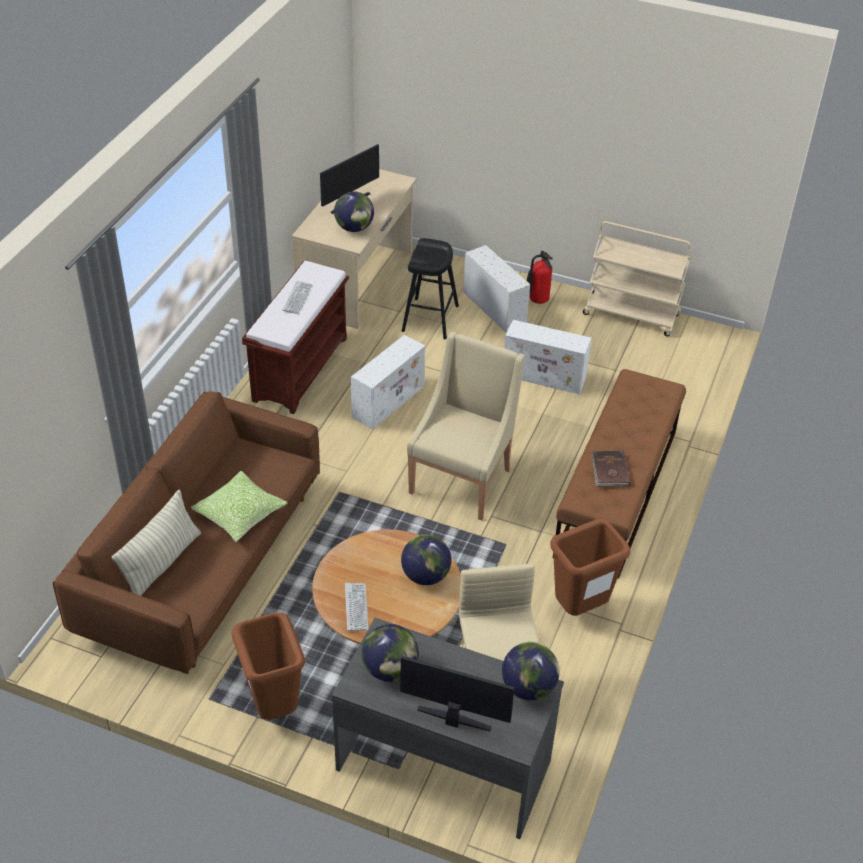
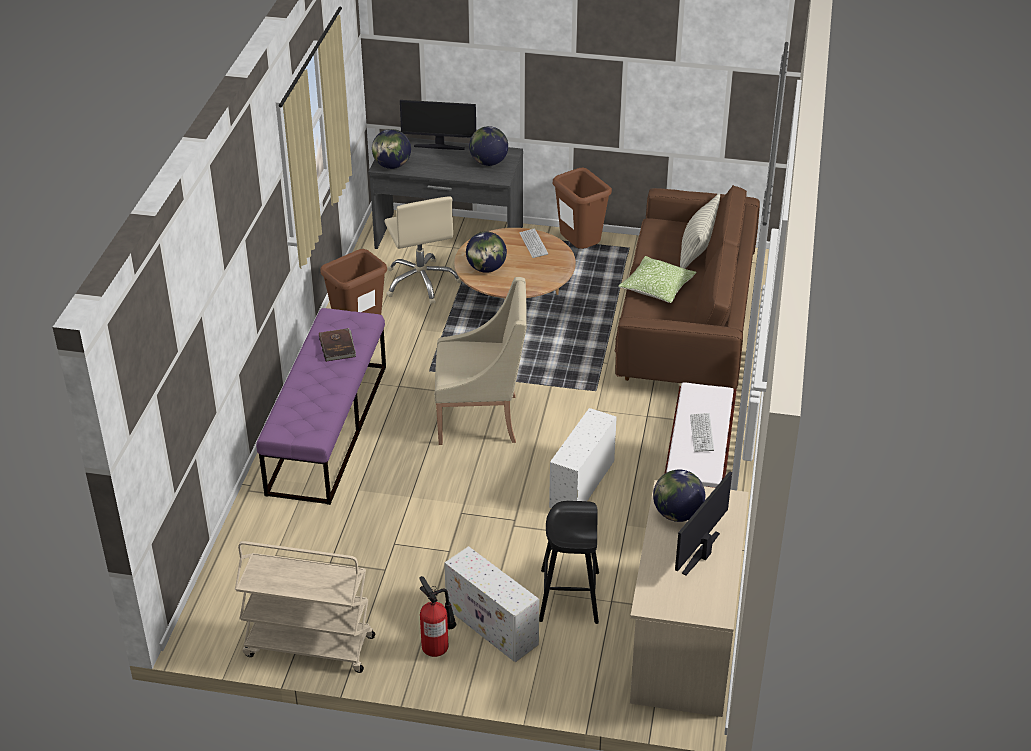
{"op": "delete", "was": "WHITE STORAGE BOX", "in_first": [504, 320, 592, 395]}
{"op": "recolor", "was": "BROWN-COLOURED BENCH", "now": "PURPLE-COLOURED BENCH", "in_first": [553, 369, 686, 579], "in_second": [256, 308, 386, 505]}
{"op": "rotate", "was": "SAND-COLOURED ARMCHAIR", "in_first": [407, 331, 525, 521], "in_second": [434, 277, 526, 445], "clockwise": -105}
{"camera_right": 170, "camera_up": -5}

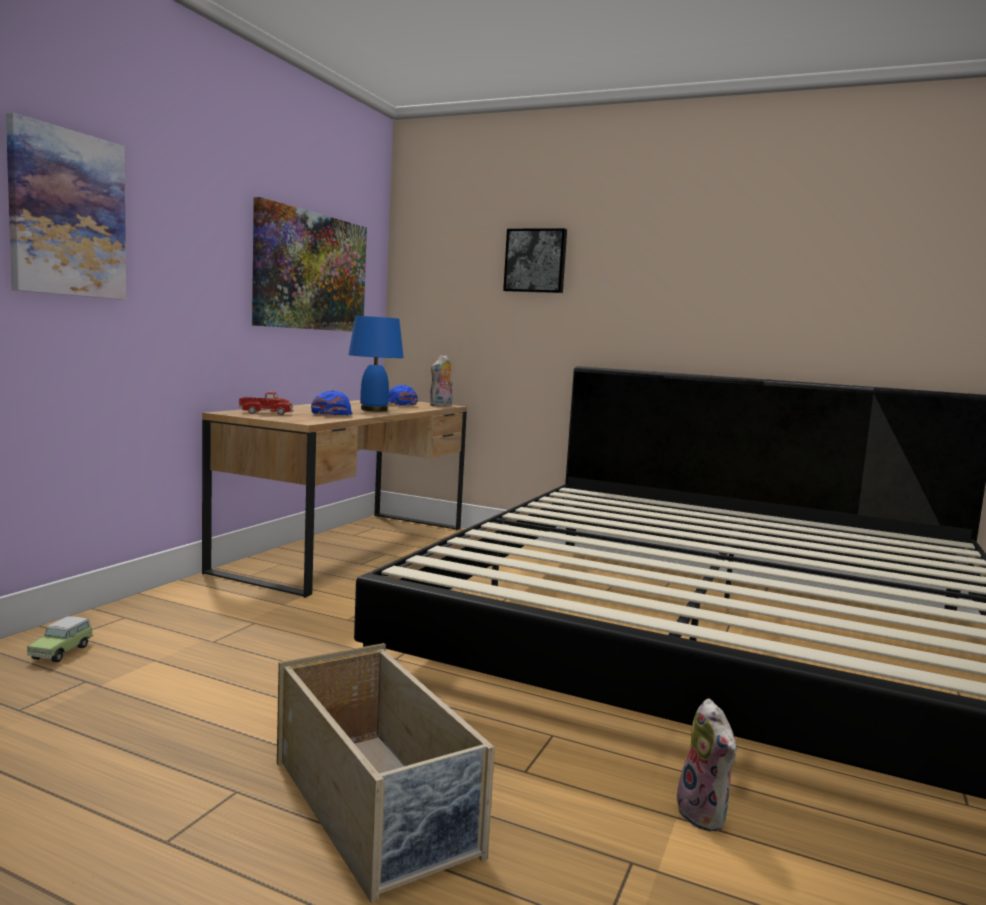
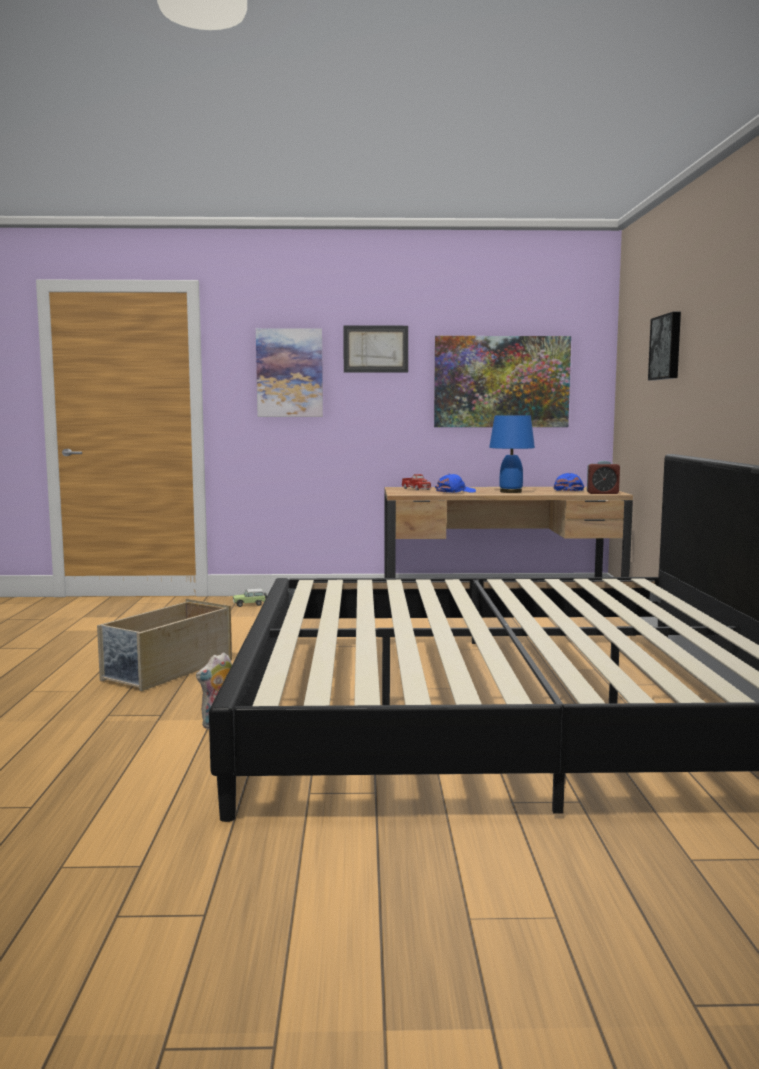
{"op": "insert", "now": "PICTURE", "in_second": [343, 325, 408, 373]}
{"op": "replace", "was": "CUDDLY TOY", "now": "TABLE CLOCK", "in_first": [430, 355, 453, 407], "in_second": [587, 461, 620, 494]}
{"camera_right": 65, "camera_up": 0}

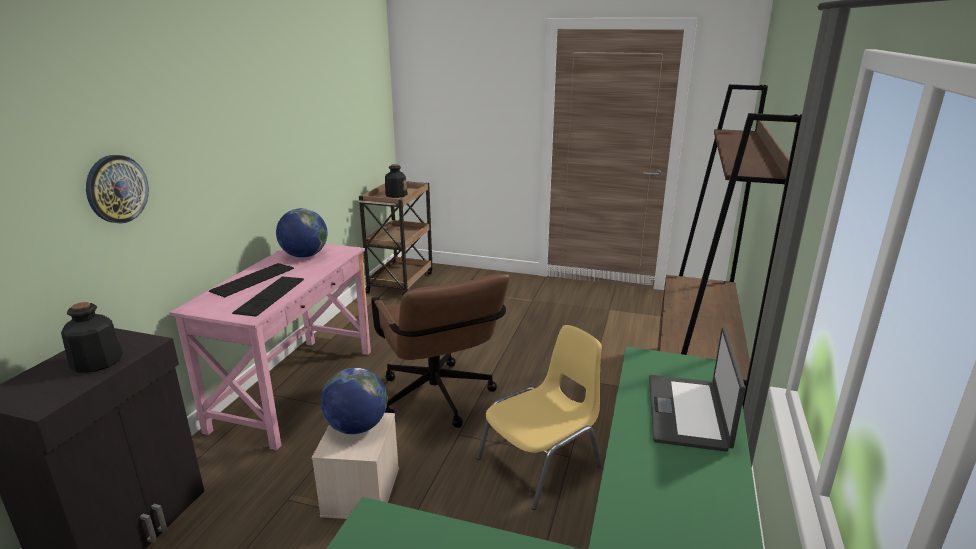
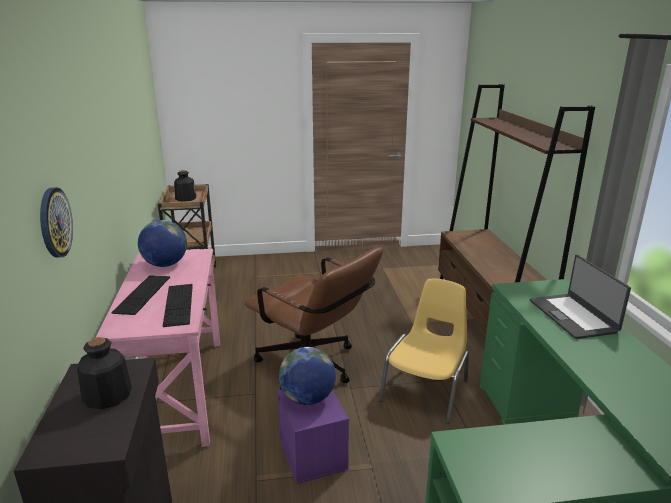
{"op": "recolor", "was": "SAND-COLOURED STORAGE BOX", "now": "PURPLE-COLOURED STORAGE BOX", "in_first": [312, 413, 399, 519], "in_second": [277, 390, 349, 484]}
{"camera_right": -25, "camera_up": 0}

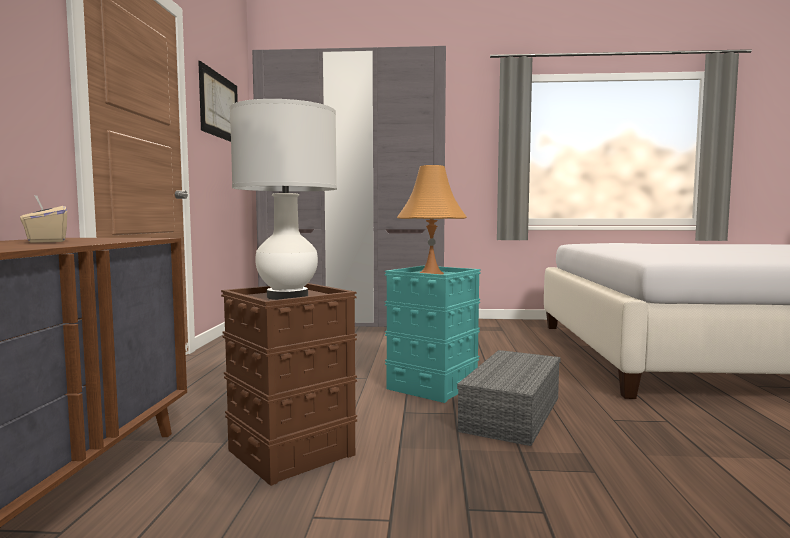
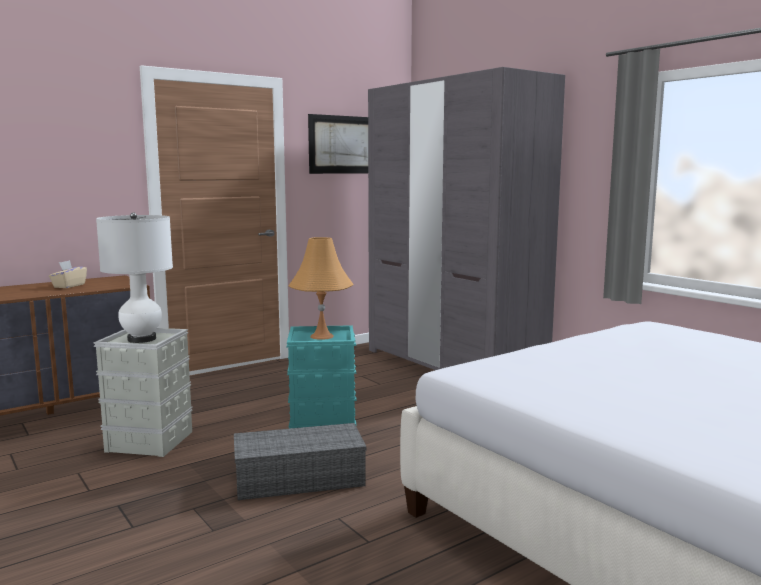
{"op": "recolor", "was": "BROWN-COLOURED STORAGE BOX", "now": "GREY STORAGE BOX", "in_first": [221, 283, 357, 486], "in_second": [94, 328, 193, 457]}
{"camera_right": 50, "camera_up": 5}

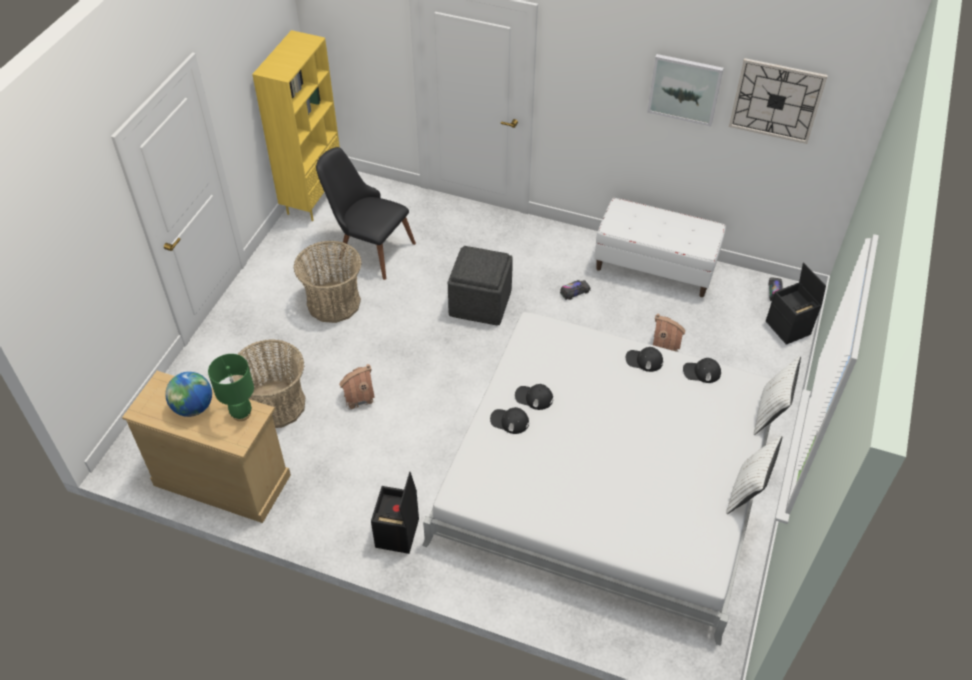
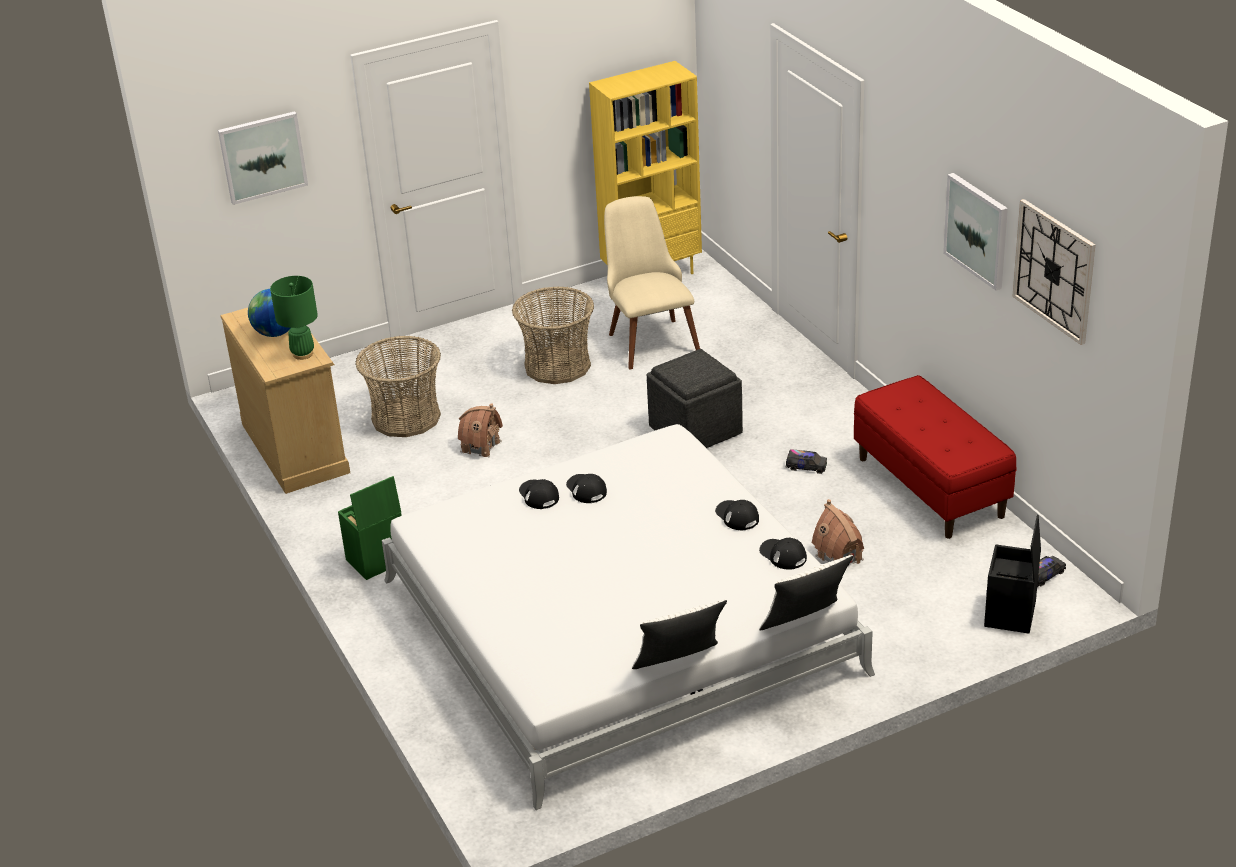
{"op": "insert", "now": "PICTURE", "in_second": [218, 111, 308, 205]}
{"op": "recolor", "was": "BLACK UPRIGHT CHAIR", "now": "SAND-COLOURED UPRIGHT CHAIR", "in_first": [316, 147, 416, 280], "in_second": [604, 196, 700, 370]}
{"op": "recolor", "was": "BLACK STORAGE BOX", "now": "GREENISH STORAGE BOX", "in_first": [371, 472, 419, 554], "in_second": [338, 476, 402, 580]}
{"op": "recolor", "was": "WHITE BENCH", "now": "RED-COLOURED BENCH", "in_first": [594, 198, 726, 297], "in_second": [854, 375, 1016, 539]}
{"camera_right": 45, "camera_up": -15}

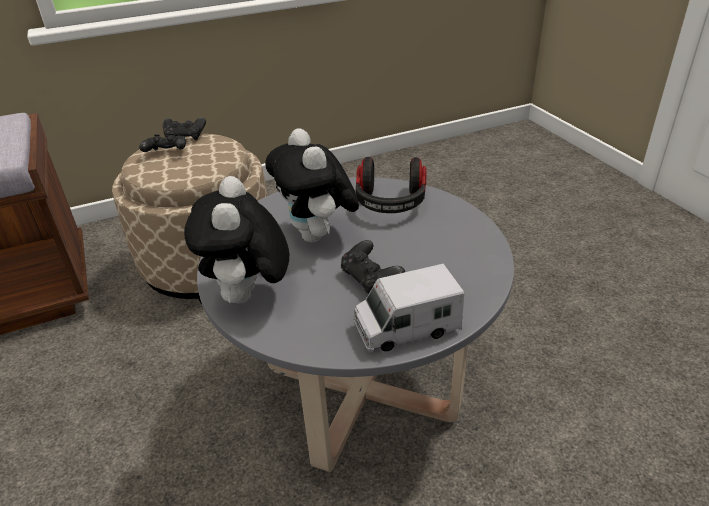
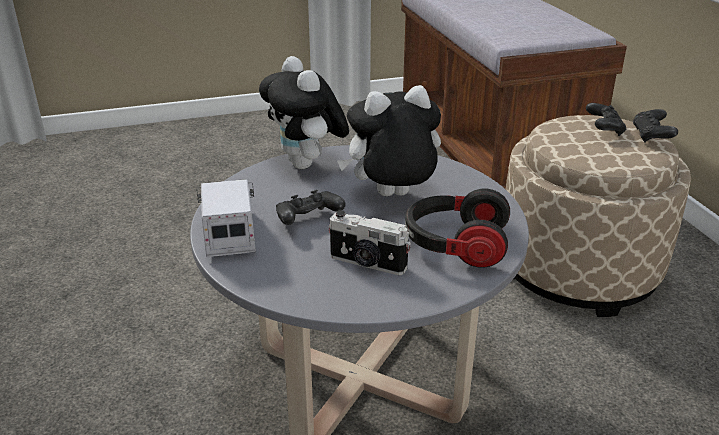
{"op": "insert", "now": "PHOTO CAMERA", "in_second": [328, 210, 411, 275]}
{"op": "rotate", "was": "CUDDLY TOY", "in_first": [184, 176, 289, 306], "in_second": [259, 56, 349, 169], "clockwise": -120}
{"camera_right": 95, "camera_up": -5}

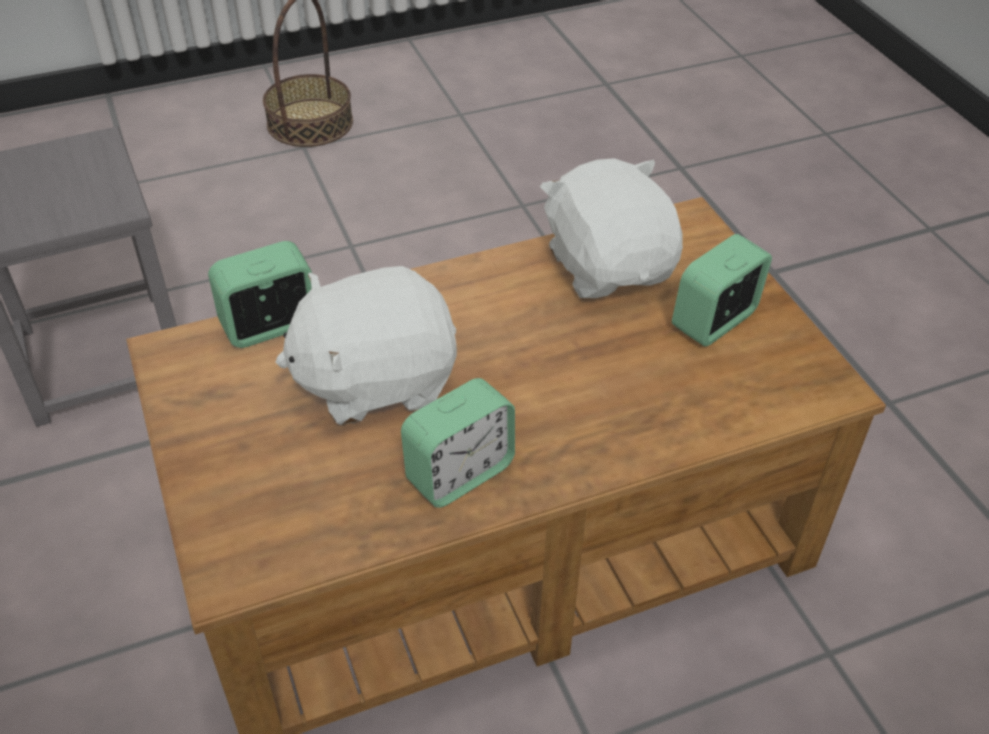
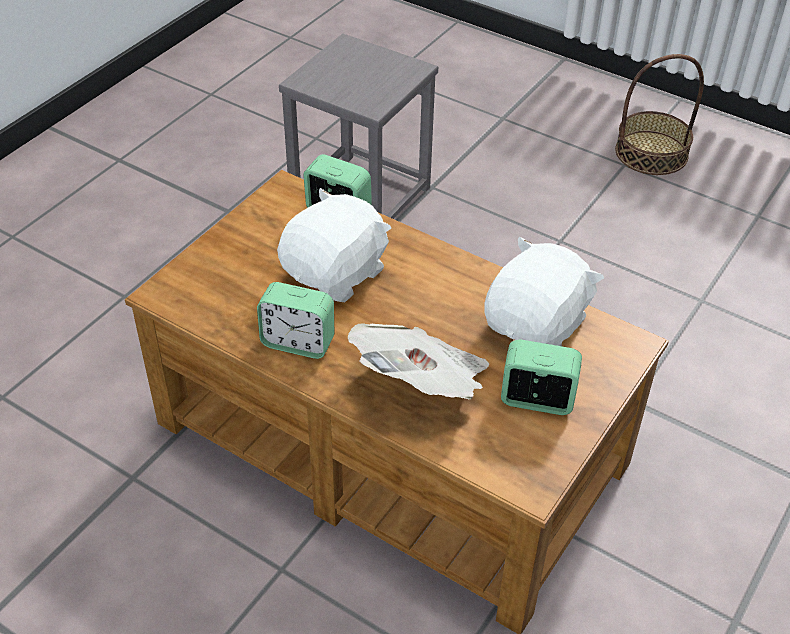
{"op": "insert", "now": "NEWSPAPER", "in_second": [348, 324, 489, 400]}
{"op": "rotate", "was": "WHITE CUDDLY TOY", "in_first": [276, 266, 457, 425], "in_second": [277, 188, 391, 302], "clockwise": 90}
{"camera_right": 55, "camera_up": 0}

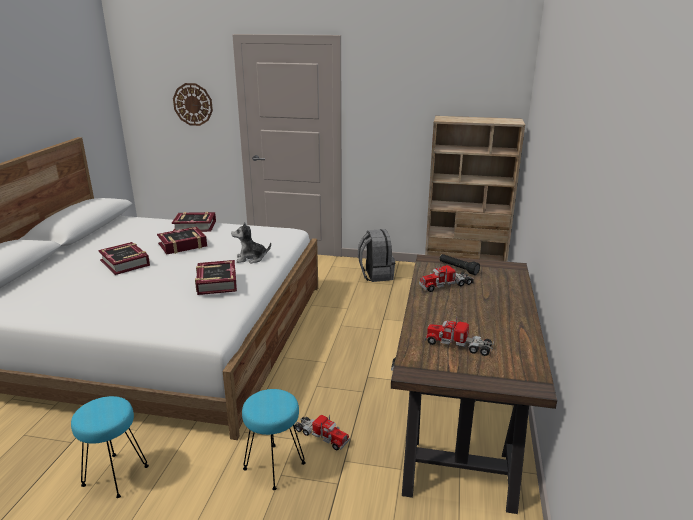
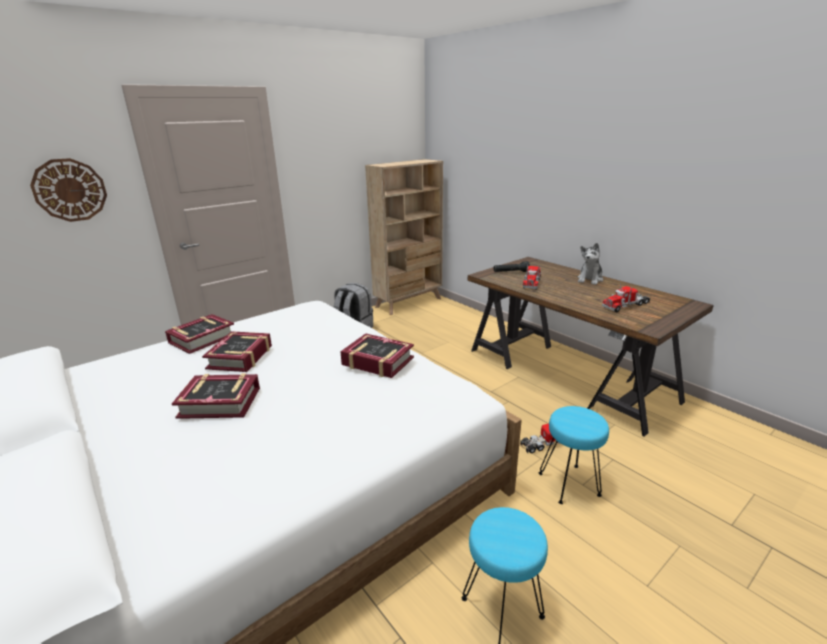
{"op": "move", "was": "CUDDLY TOY", "in_first": [231, 223, 271, 264], "in_second": [578, 243, 603, 285]}
{"camera_right": -50, "camera_up": 0}

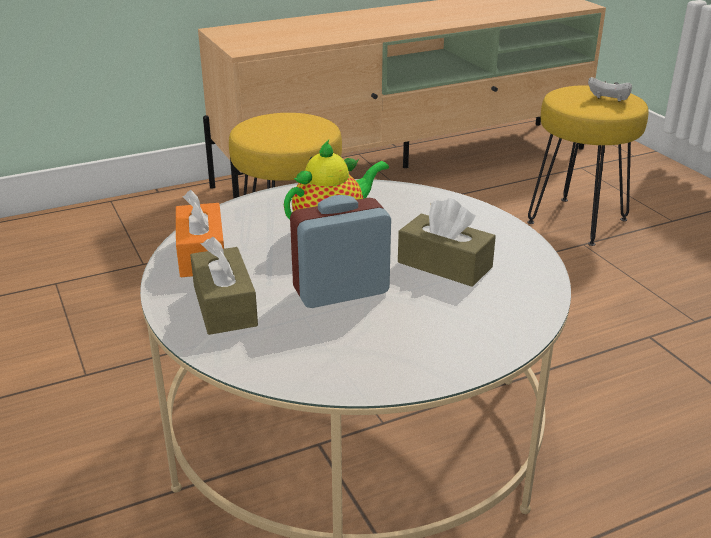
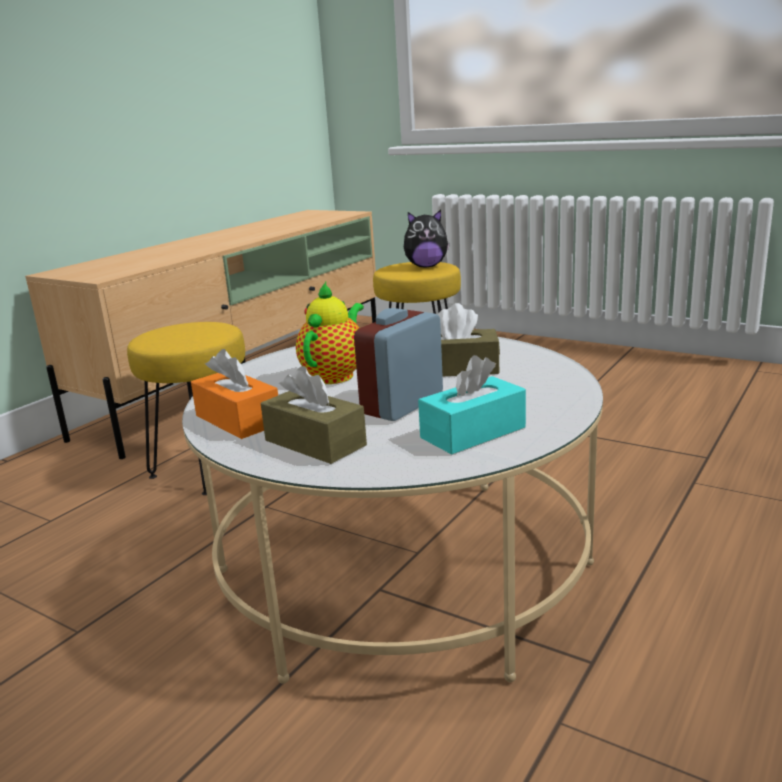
{"op": "insert", "now": "TURQUOISE TISSUE BOX", "in_second": [418, 355, 526, 454]}
{"op": "replace", "was": "WHITE GAME CONTROLLER", "now": "CUDDLY TOY", "in_first": [588, 77, 632, 102], "in_second": [404, 210, 450, 267]}
{"camera_right": -30, "camera_up": -10}

